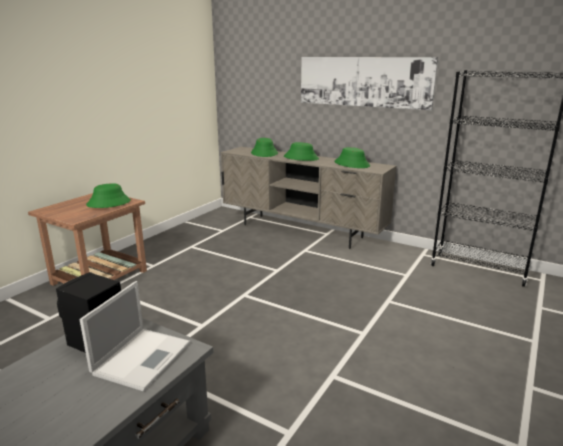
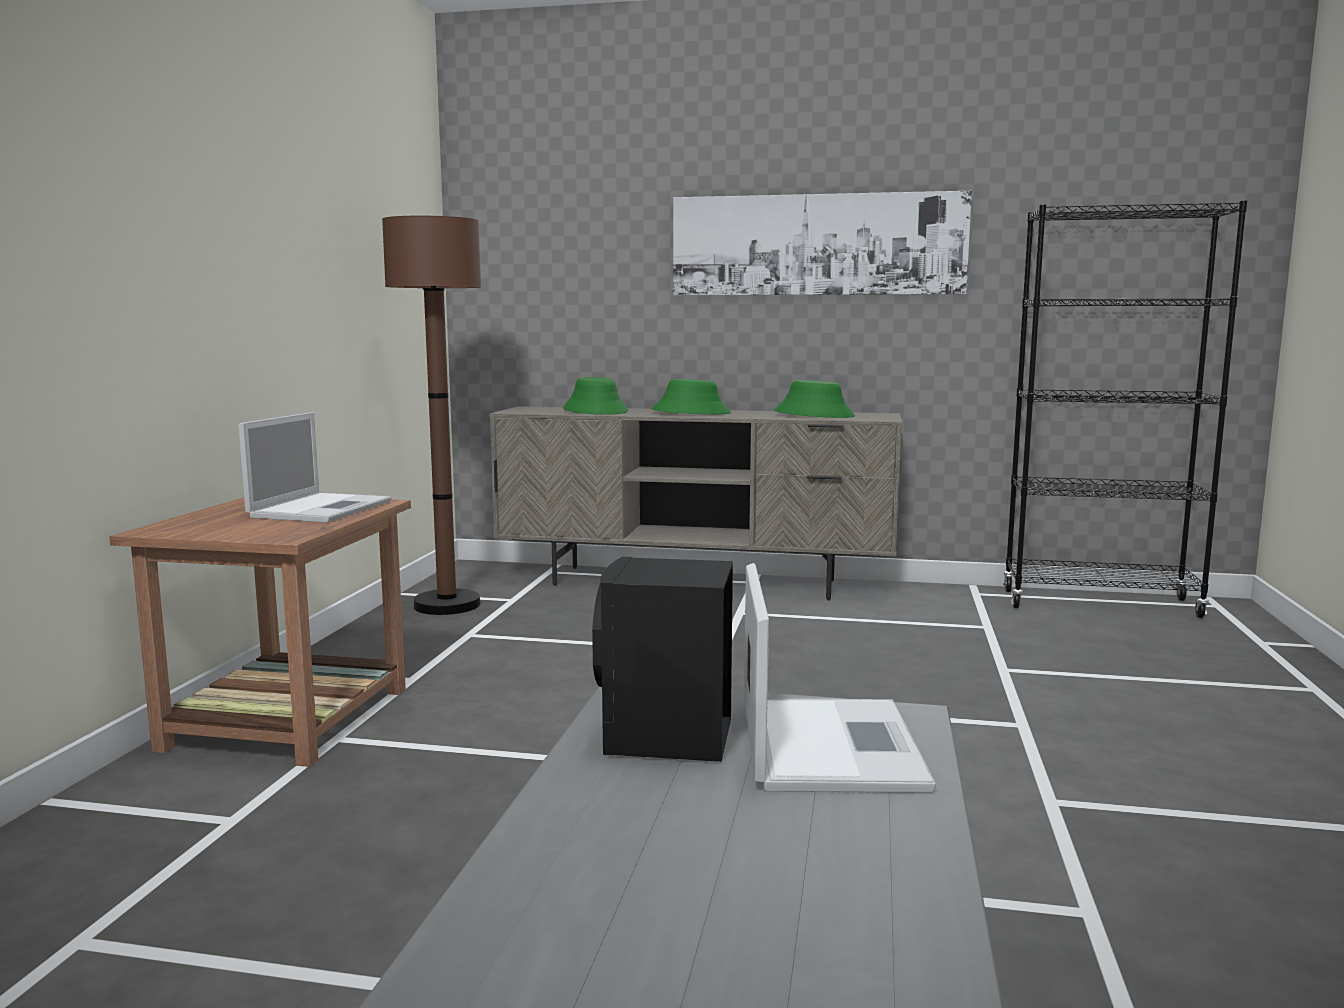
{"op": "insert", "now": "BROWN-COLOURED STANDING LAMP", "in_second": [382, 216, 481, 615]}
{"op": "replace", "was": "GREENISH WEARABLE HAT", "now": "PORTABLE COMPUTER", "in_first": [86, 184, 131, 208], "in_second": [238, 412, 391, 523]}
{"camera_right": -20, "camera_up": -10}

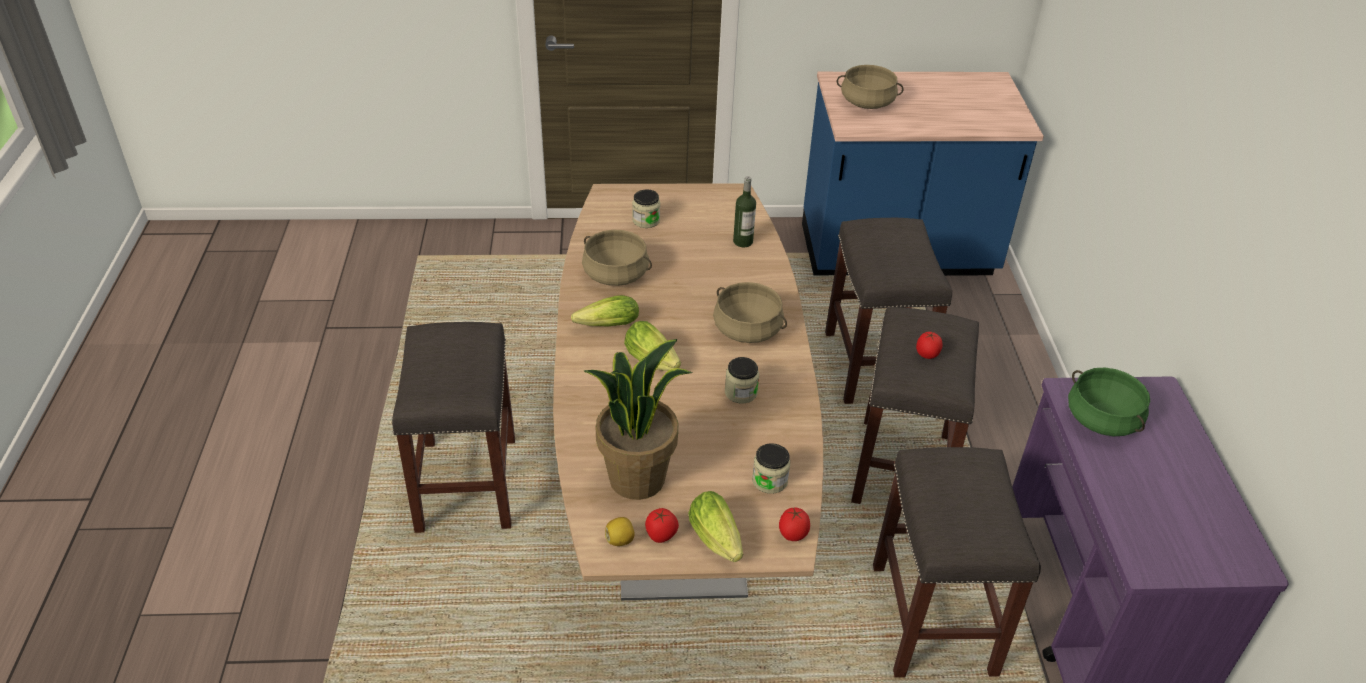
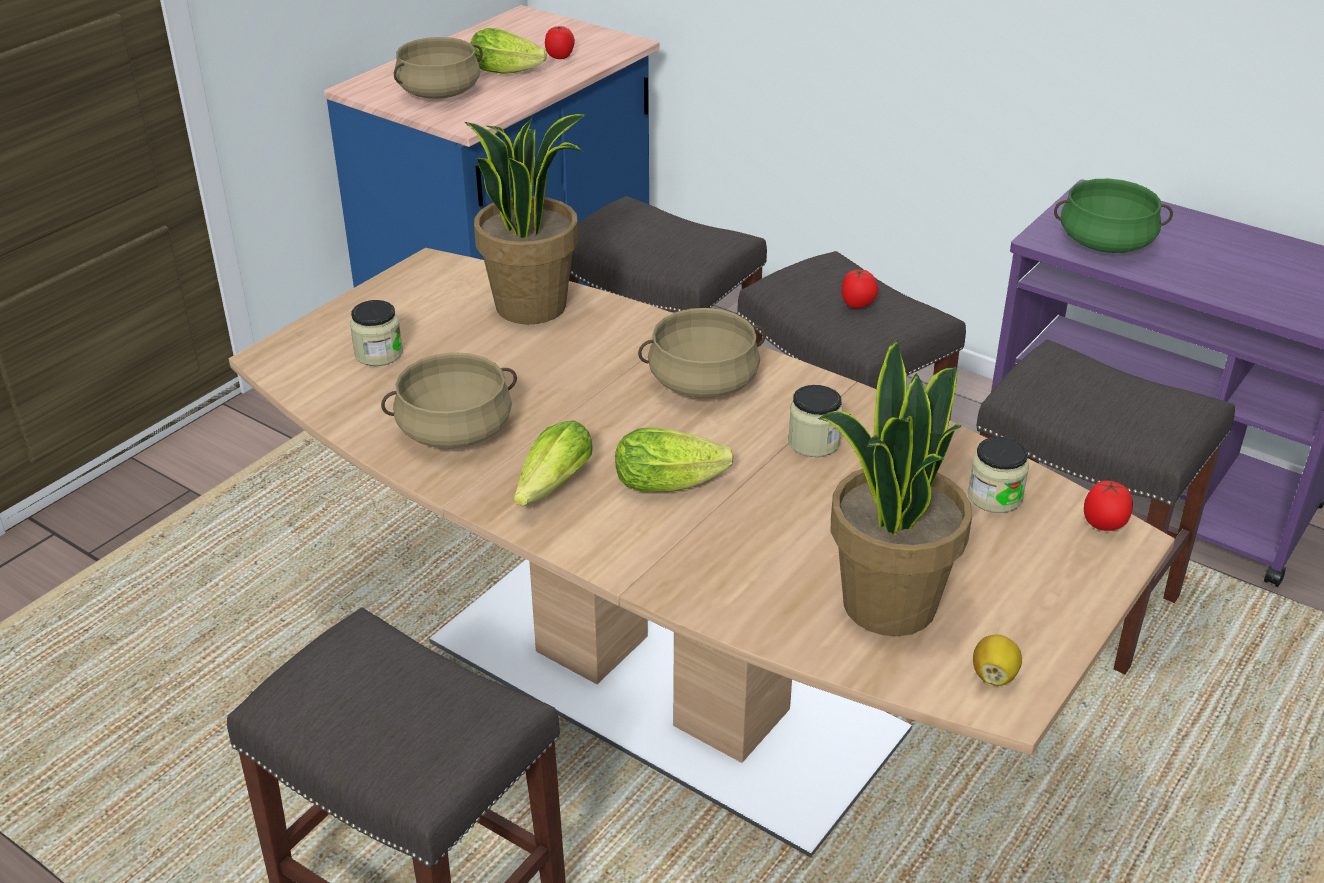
{"op": "move", "was": "WHOLE TOMATO", "in_first": [645, 508, 679, 543], "in_second": [545, 26, 575, 59]}
{"op": "move", "was": "LETTUCE HEAD", "in_first": [688, 491, 743, 562], "in_second": [470, 28, 547, 74]}
{"op": "replace", "was": "BEVERAGE BOTTLE", "now": "PLANT IN A POT", "in_first": [733, 176, 756, 247], "in_second": [465, 114, 587, 325]}
{"camera_right": -50, "camera_up": -5}

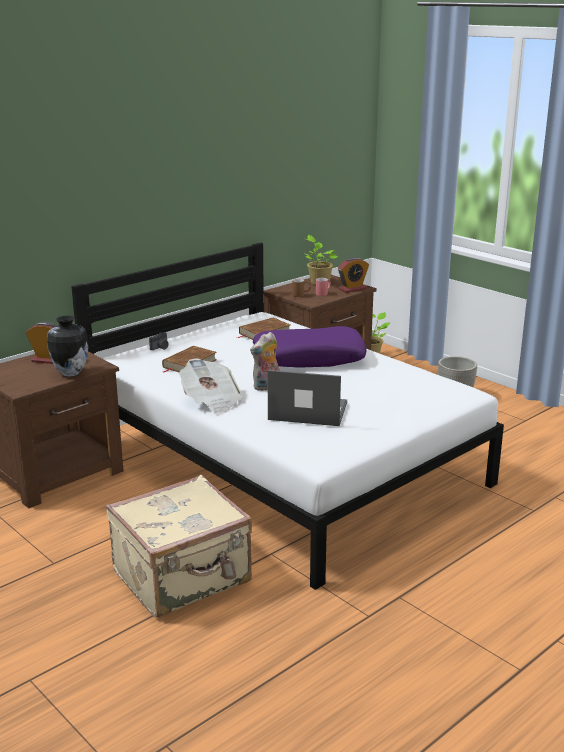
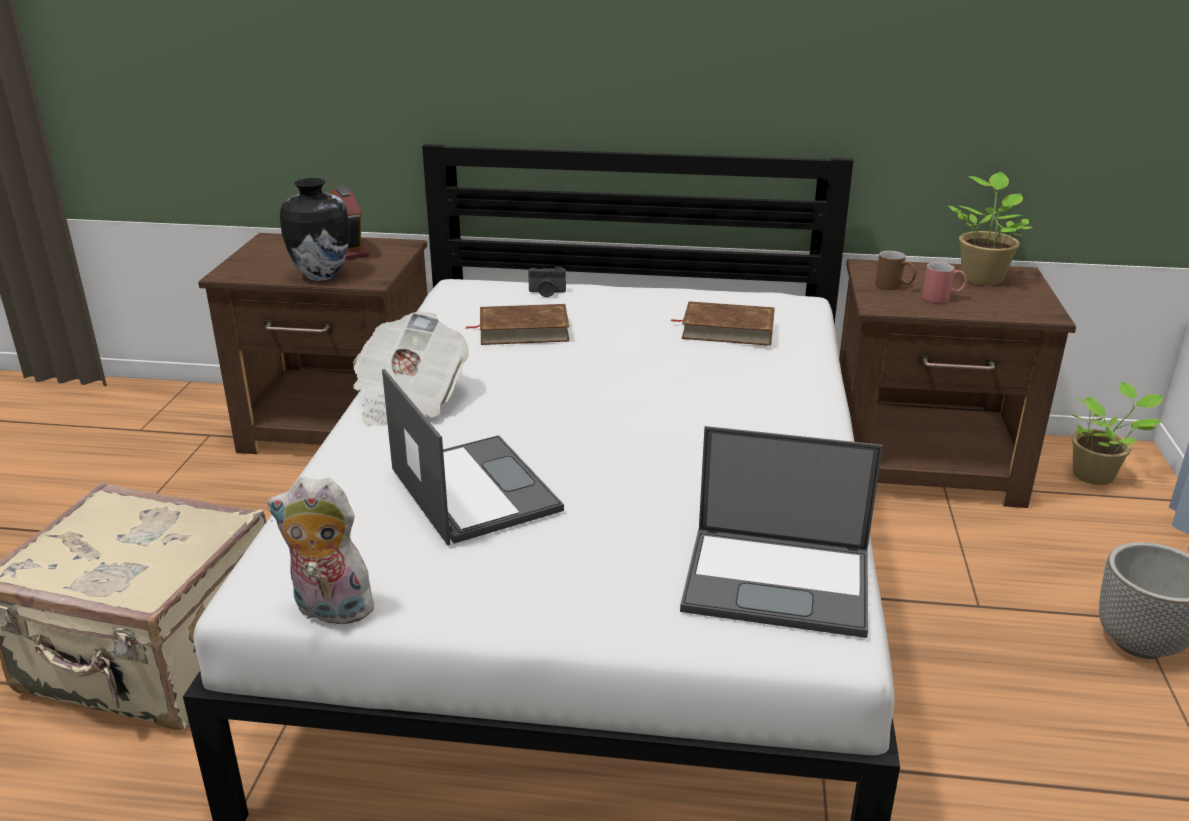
{"op": "delete", "was": "PURPLE-COLOURED PILLOW", "in_first": [253, 326, 367, 367]}
{"op": "delete", "was": "TABLE CLOCK", "in_first": [338, 257, 369, 293]}
{"op": "insert", "now": "PORTABLE COMPUTER", "in_second": [680, 426, 883, 638]}
{"op": "move", "was": "CUDDLY TOY", "in_first": [250, 332, 280, 391], "in_second": [267, 476, 383, 624]}
{"camera_right": 50, "camera_up": 5}

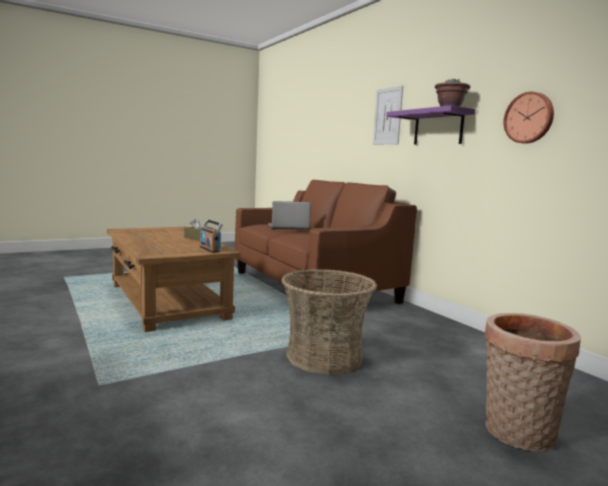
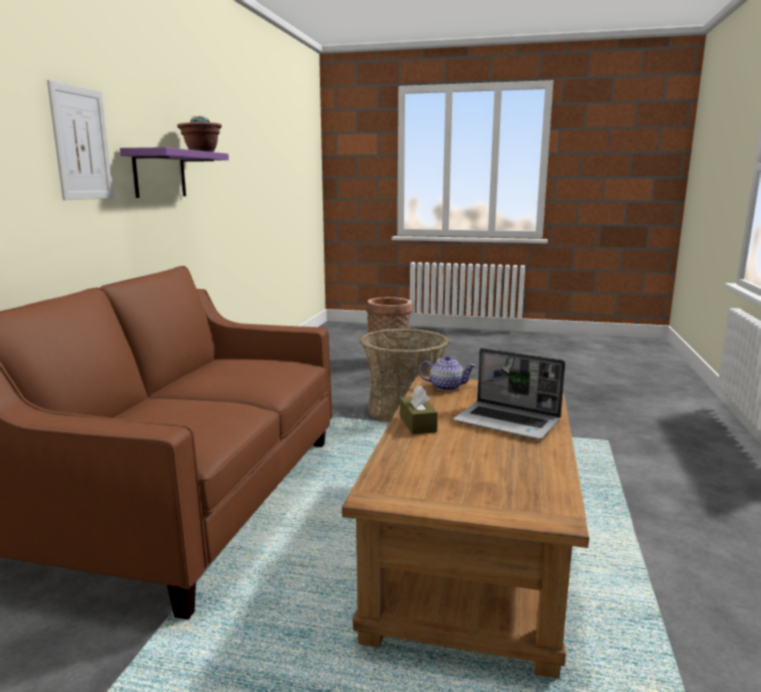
{"op": "delete", "was": "HANGING CLOCK", "in_first": [503, 92, 554, 144]}
{"op": "move", "was": "PORTABLE COMPUTER", "in_first": [268, 201, 311, 229], "in_second": [454, 348, 565, 440]}
{"op": "replace", "was": "RADIO", "now": "POT FOR TEA", "in_first": [200, 219, 223, 253], "in_second": [419, 356, 476, 391]}
{"camera_right": -135, "camera_up": 5}

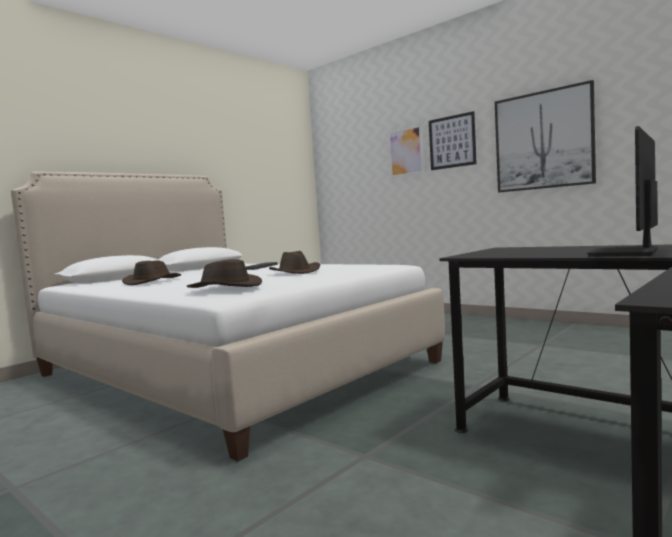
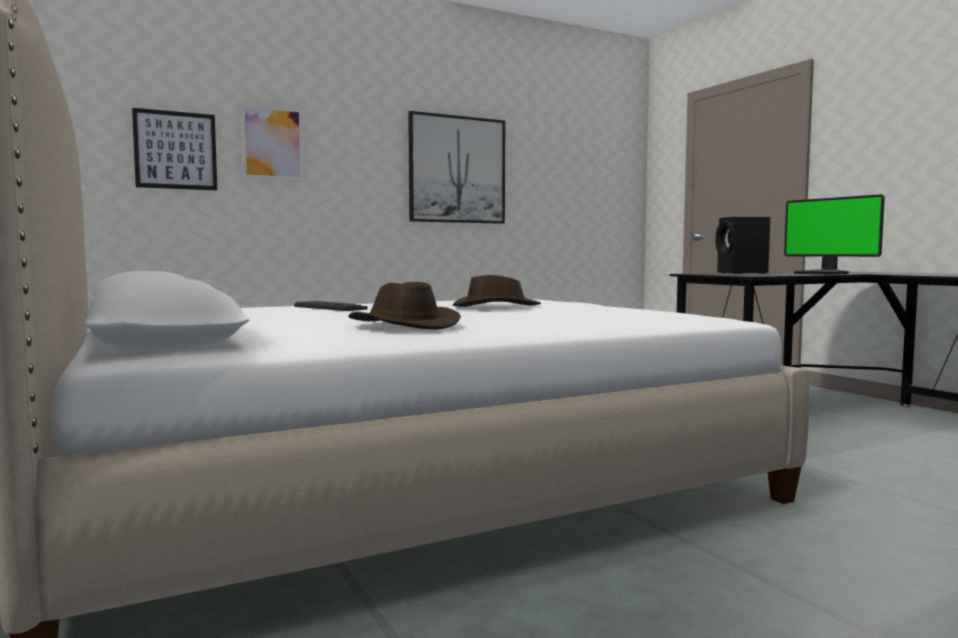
{"op": "delete", "was": "BROWN-COLOURED WEARABLE HAT", "in_first": [186, 259, 262, 288]}
{"op": "insert", "now": "BLACK LOUDSPEAKER", "in_second": [716, 217, 770, 274]}
{"op": "move", "was": "PICTURE", "in_first": [429, 111, 477, 170], "in_second": [132, 108, 217, 191]}
{"camera_right": -70, "camera_up": 0}

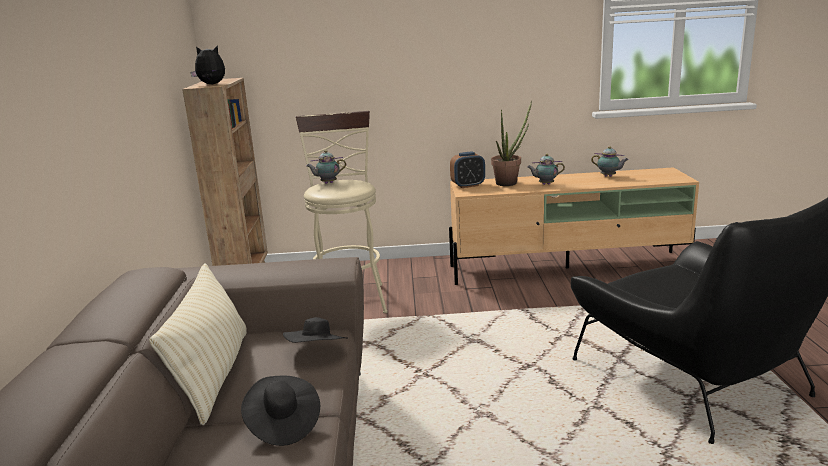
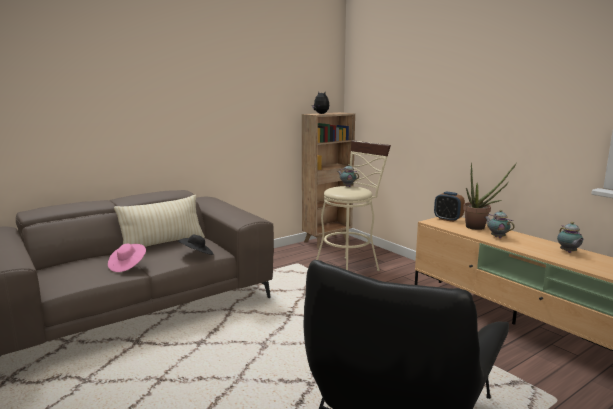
{"op": "recolor", "was": "BLACK WEARABLE HAT", "now": "PINKISH WEARABLE HAT", "in_first": [241, 376, 320, 446], "in_second": [108, 244, 146, 272]}
{"camera_right": 55, "camera_up": -5}

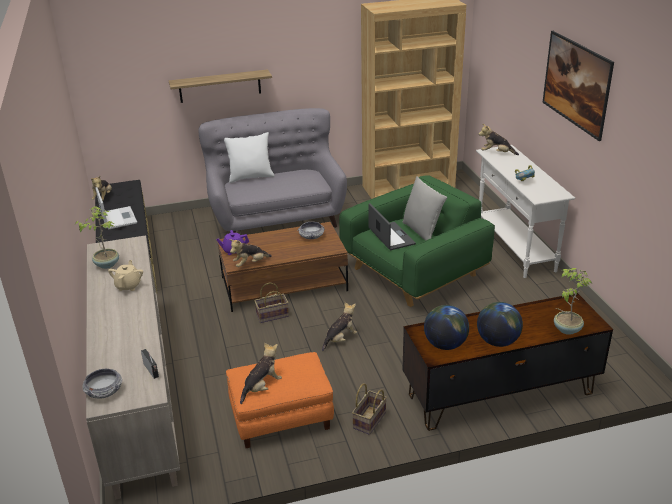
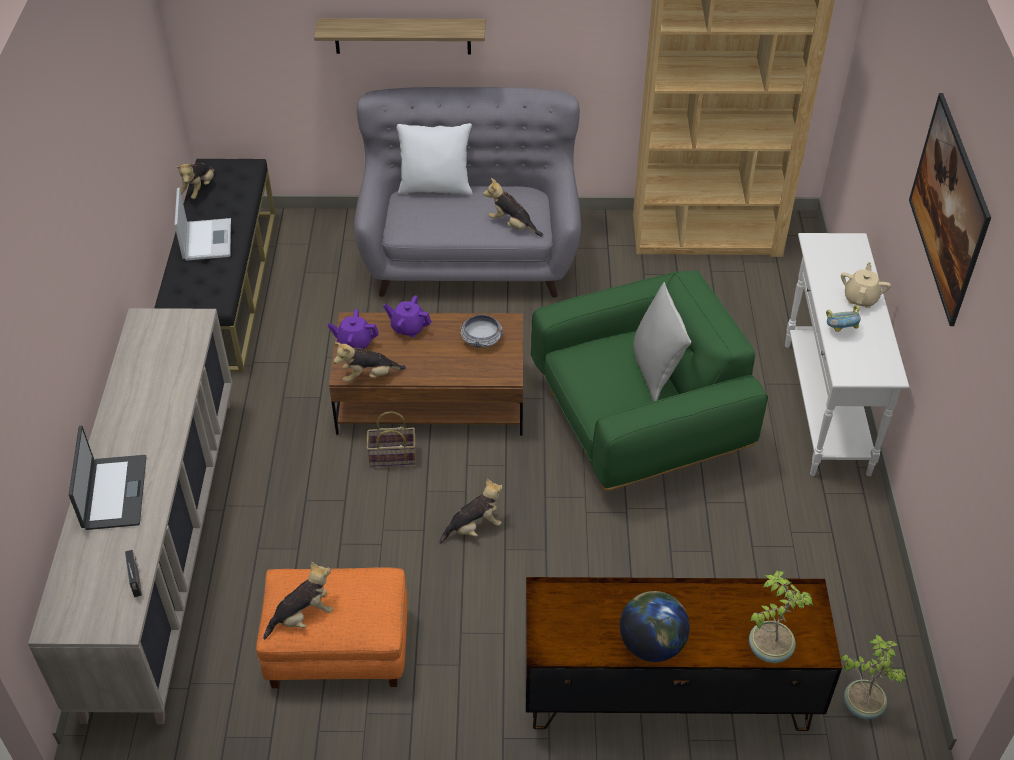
{"op": "delete", "was": "DEEP DISH", "in_first": [83, 369, 122, 399]}
{"op": "delete", "was": "HOUSEHOLD BASKET", "in_first": [352, 383, 387, 435]}
{"op": "delete", "was": "DESK GLOBE", "in_first": [424, 305, 469, 350]}
{"op": "insert", "now": "PURPLE-COLOURED POT FOR TEA", "in_second": [383, 295, 431, 337]}
{"op": "move", "was": "PLANT IN A POT", "in_first": [75, 206, 119, 269], "in_second": [840, 634, 907, 720]}
{"op": "move", "was": "SAND-COLOURED POT FOR TEA", "in_first": [108, 260, 143, 291], "in_second": [841, 262, 891, 308]}
{"op": "move", "was": "PORTABLE COMPUTER", "in_first": [369, 203, 416, 250], "in_second": [69, 425, 146, 530]}
{"op": "move", "was": "CUDDLY TOY", "in_first": [478, 123, 519, 155], "in_second": [483, 178, 543, 237]}
{"camera_right": 15, "camera_up": 15}

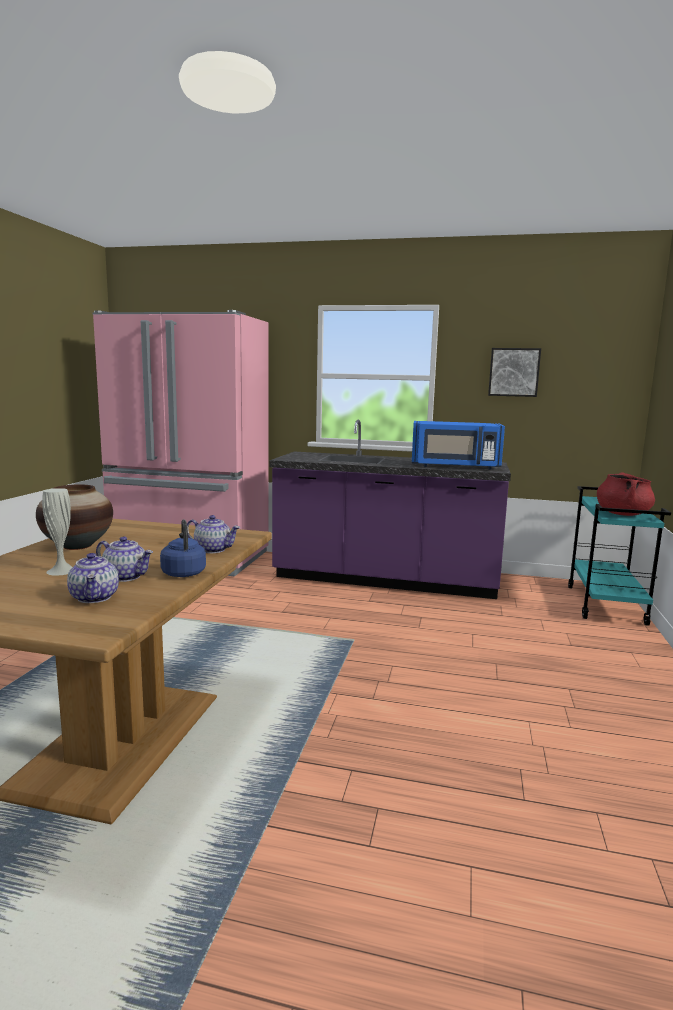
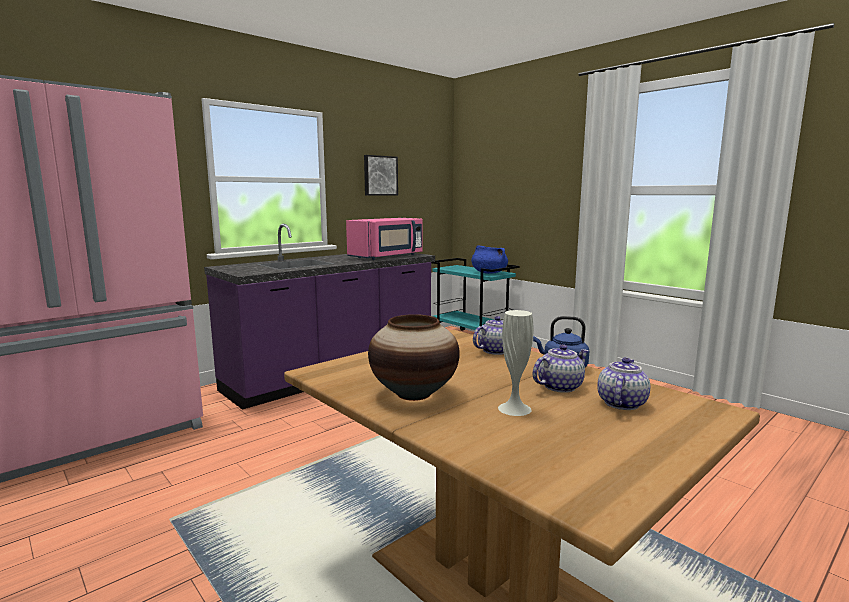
{"op": "recolor", "was": "BLUISH KITCHEN MICROWAVE", "now": "PINKISH KITCHEN MICROWAVE", "in_first": [412, 421, 505, 470], "in_second": [346, 218, 422, 260]}
{"op": "recolor", "was": "RED-COLOURED STOCKPOT", "now": "BLUISH STOCKPOT", "in_first": [597, 472, 655, 516], "in_second": [471, 245, 508, 274]}
{"op": "rotate", "was": "POT FOR TEA", "in_first": [67, 553, 119, 603], "in_second": [597, 357, 650, 410], "clockwise": -75}
{"camera_right": -55, "camera_up": 0}

